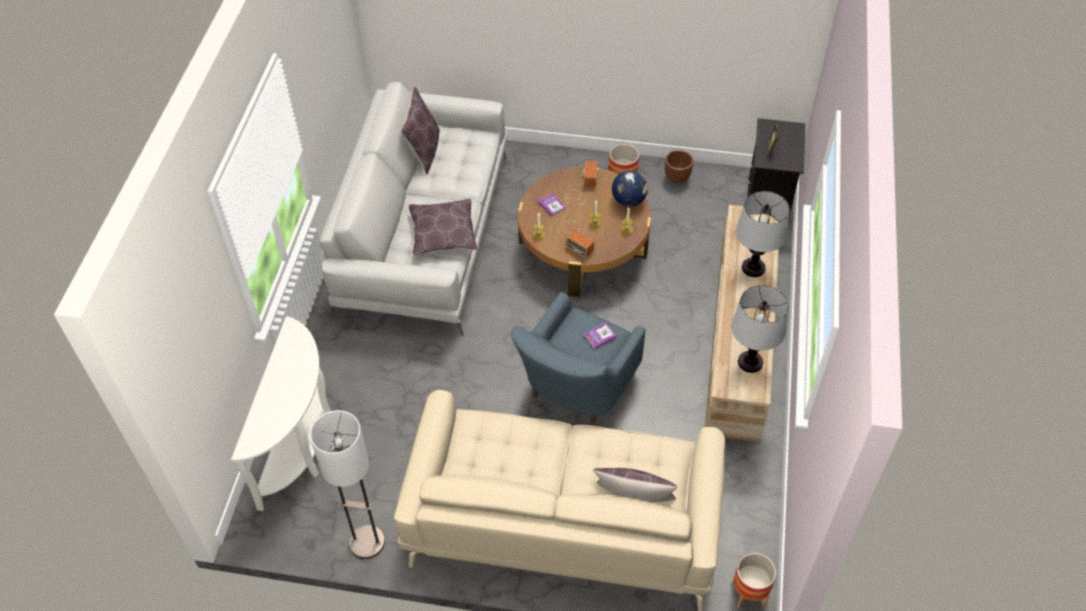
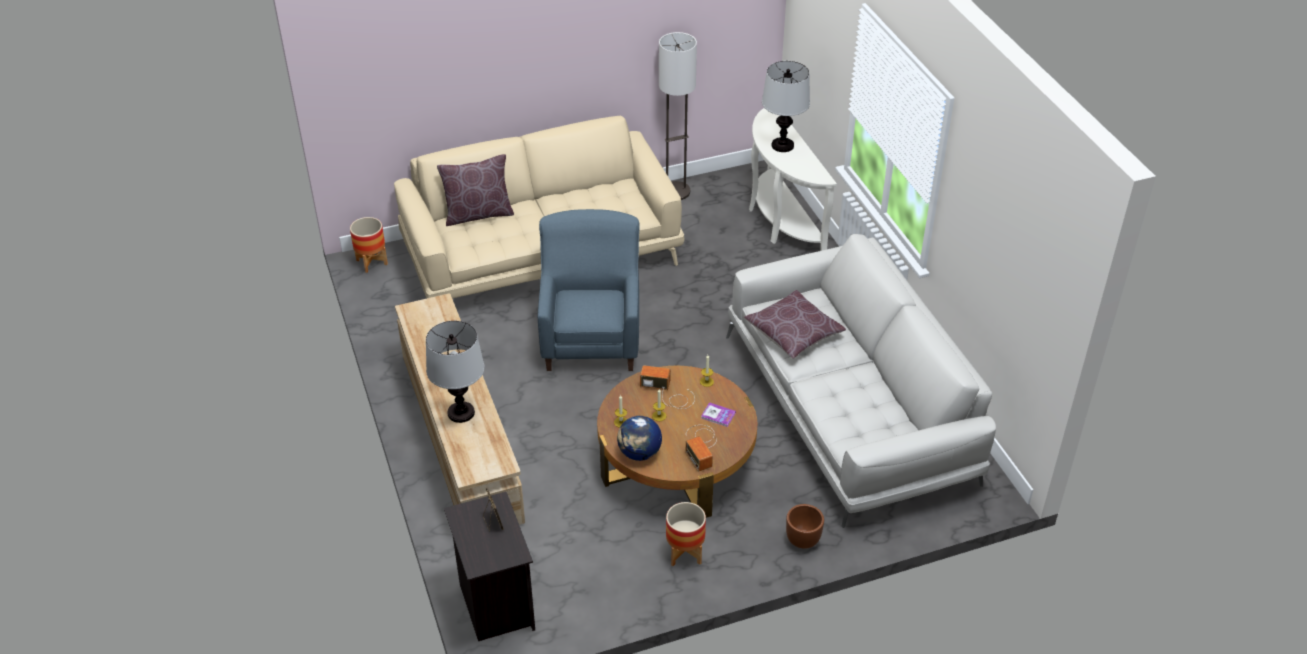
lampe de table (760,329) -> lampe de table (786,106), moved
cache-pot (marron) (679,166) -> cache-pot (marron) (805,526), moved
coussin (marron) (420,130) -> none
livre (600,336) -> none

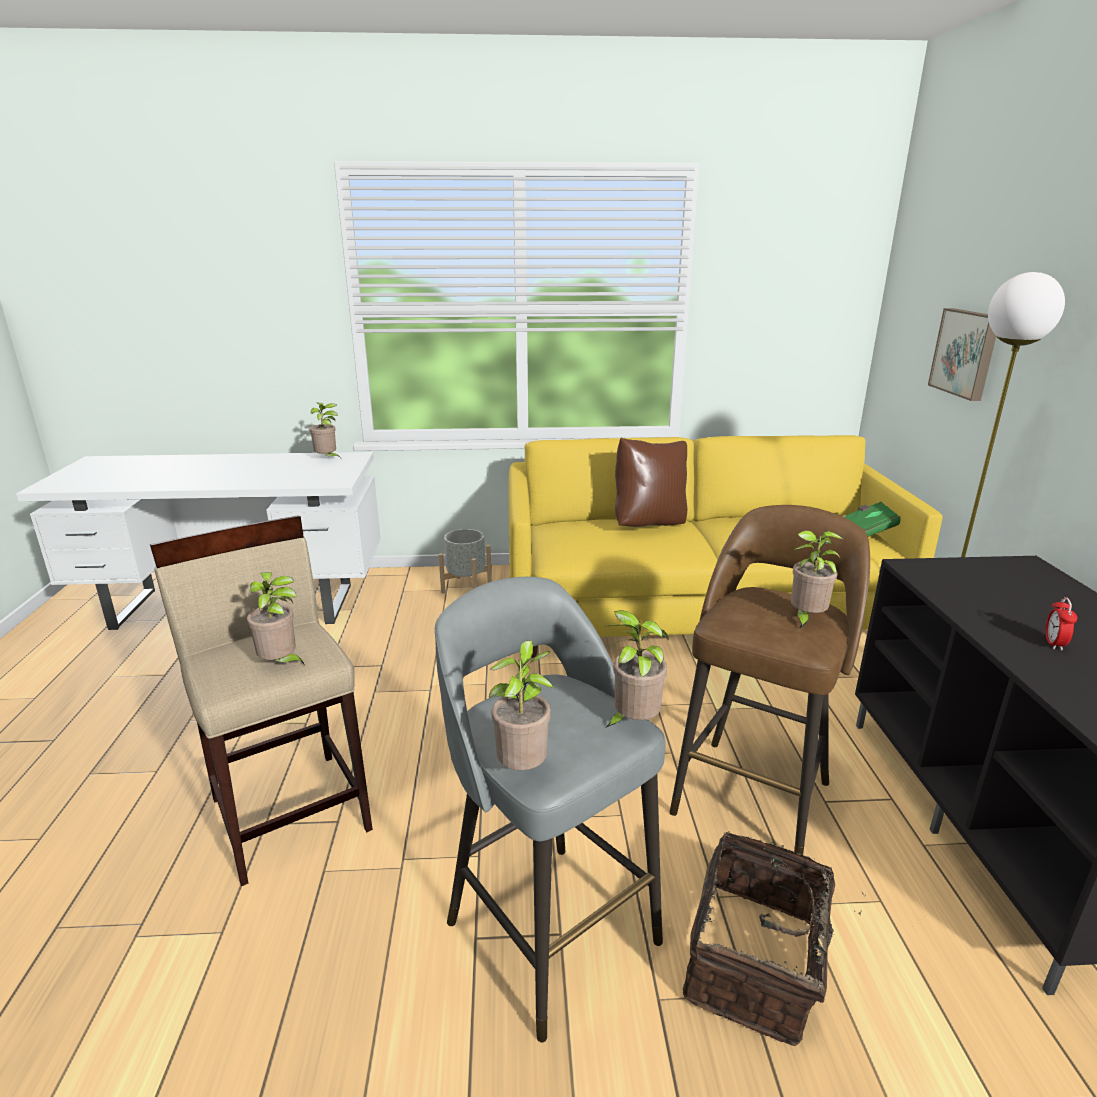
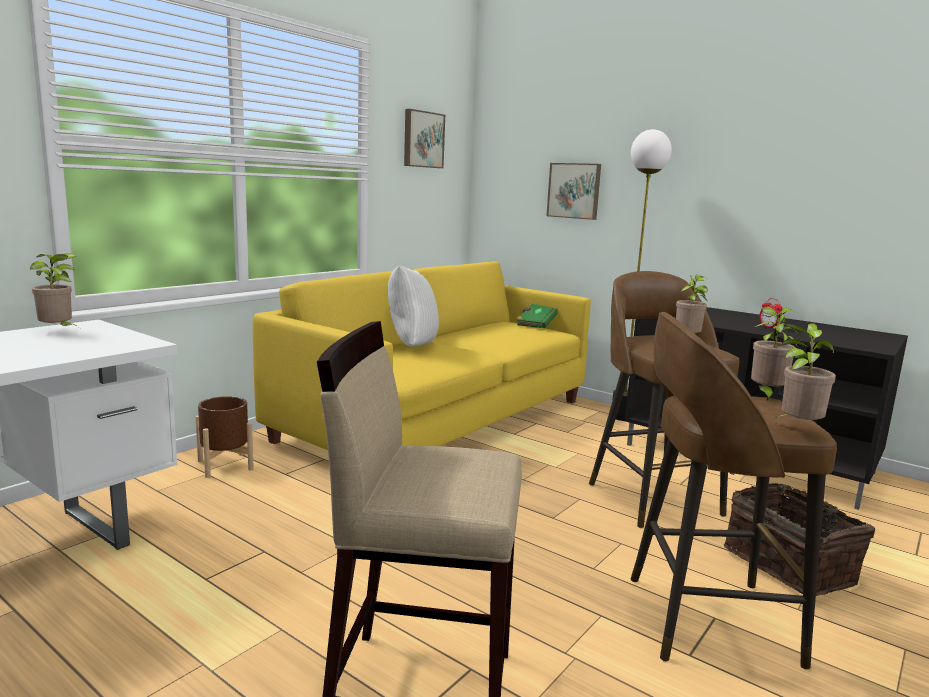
cache-pot (gris) (465,561) -> cache-pot (marron) (224,437)
coussin (marron) (651,482) -> coussin (blanc) (413,306)
none -> tableau (424,138)
tabouret (gris) (550,809) -> tabouret (marron) (734,491)
plante en pot (276,618) -> none

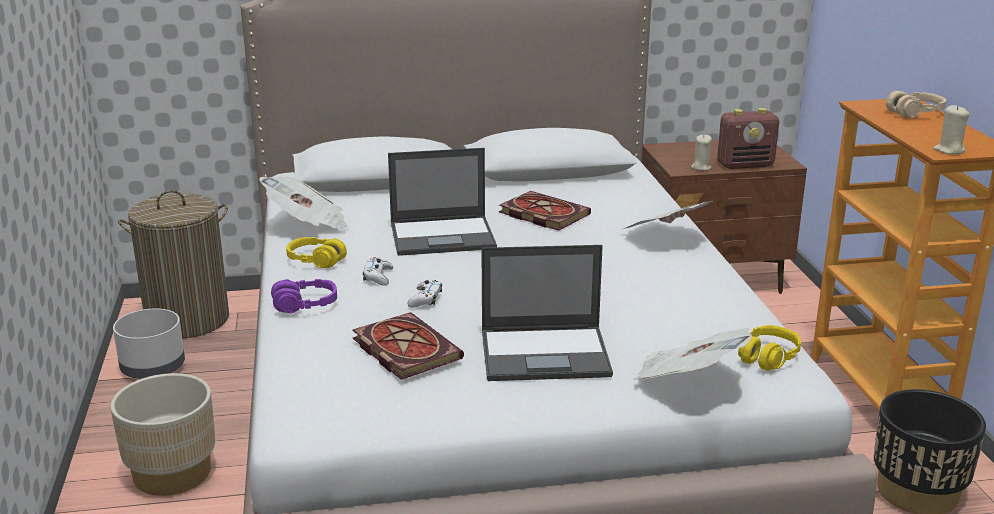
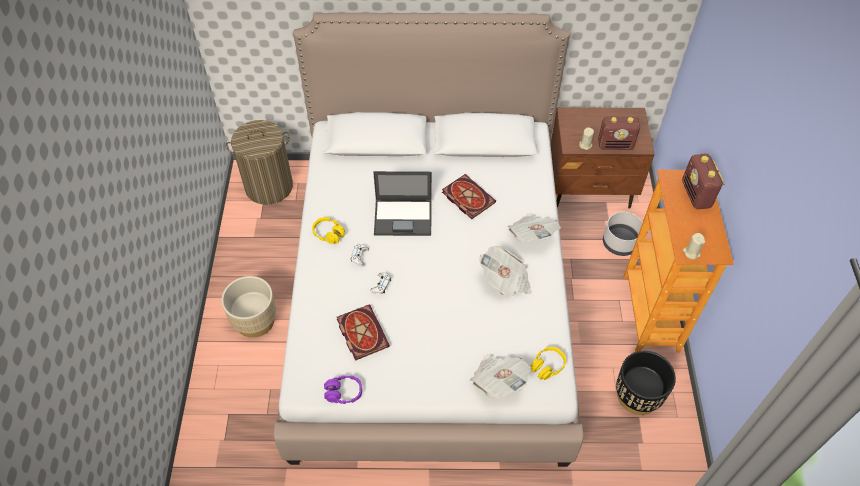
casque audio (violet) (304,296) -> casque audio (violet) (343,389), moved
journal (304,203) -> journal (505,271), moved
cache-pot (gris) (149,343) -> cache-pot (gris) (623,234), moved
casque audio (beige) (916,104) -> radio (703,181)
ordinateur portable (547,313) -> none

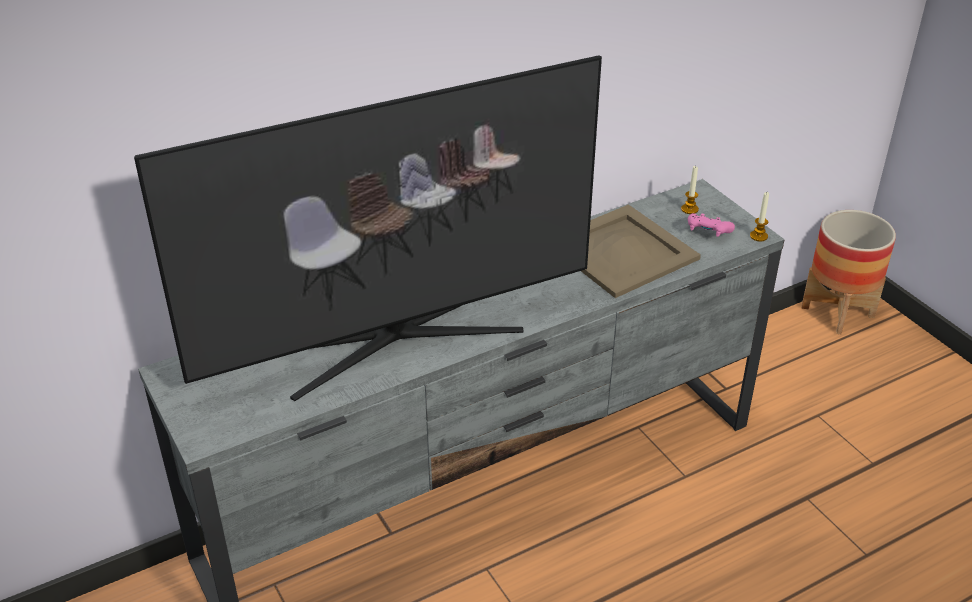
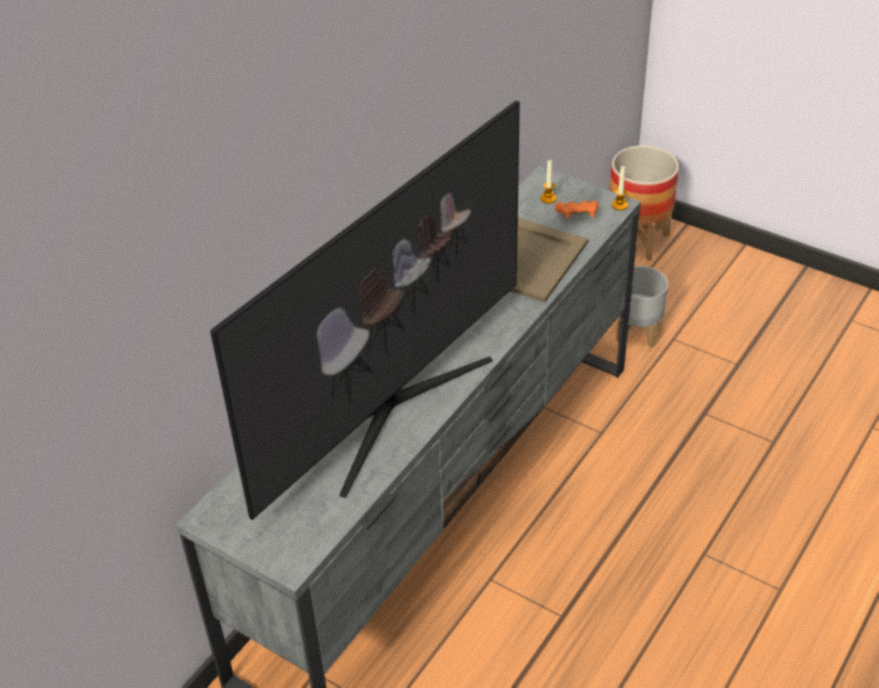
manette (rose) (711,225) -> manette (orange) (577,209)
none -> cache-pot (gris) (642,306)

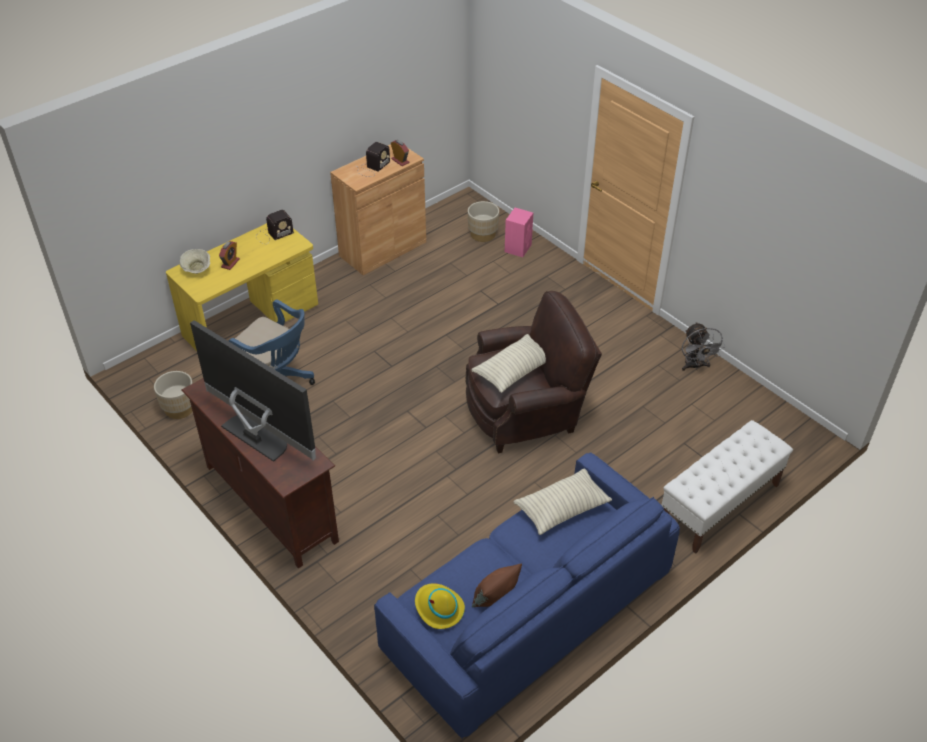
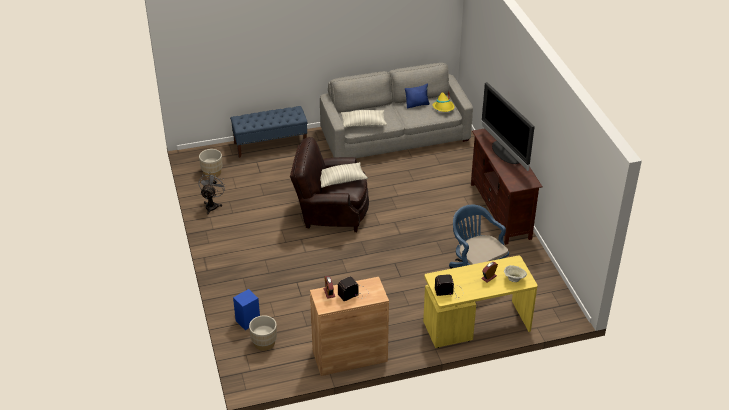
cache-pot (beige) (173,395) -> cache-pot (beige) (211,163), moved
banc (blanc) (727,487) -> banc (bleu) (269,132)
enceinte (rose) (519,232) -> enceinte (bleu) (246,309)
canapé (bleu) (527,596) -> canapé (gris) (396,110)
coussin (marron) (497,585) -> coussin (bleu) (417,96)

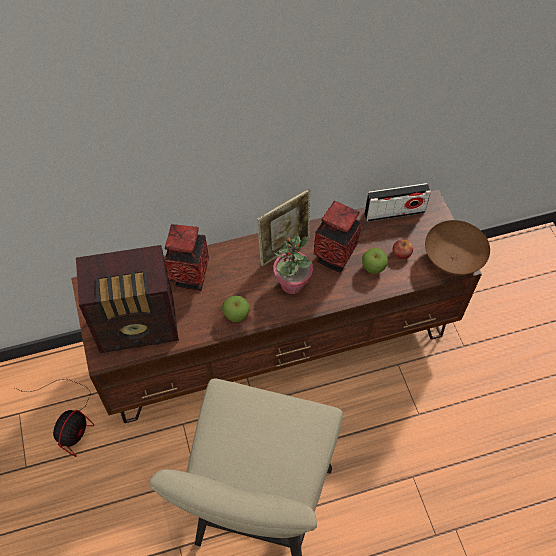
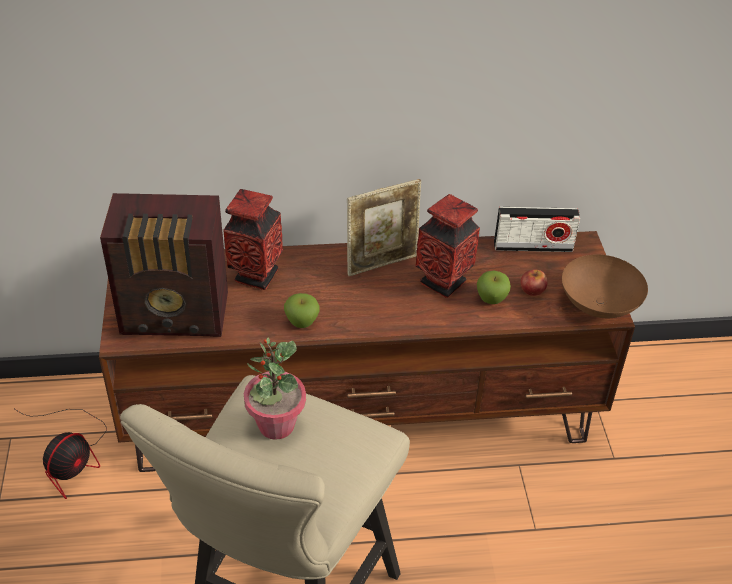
plante en pot (293,265) -> plante en pot (275,389), moved

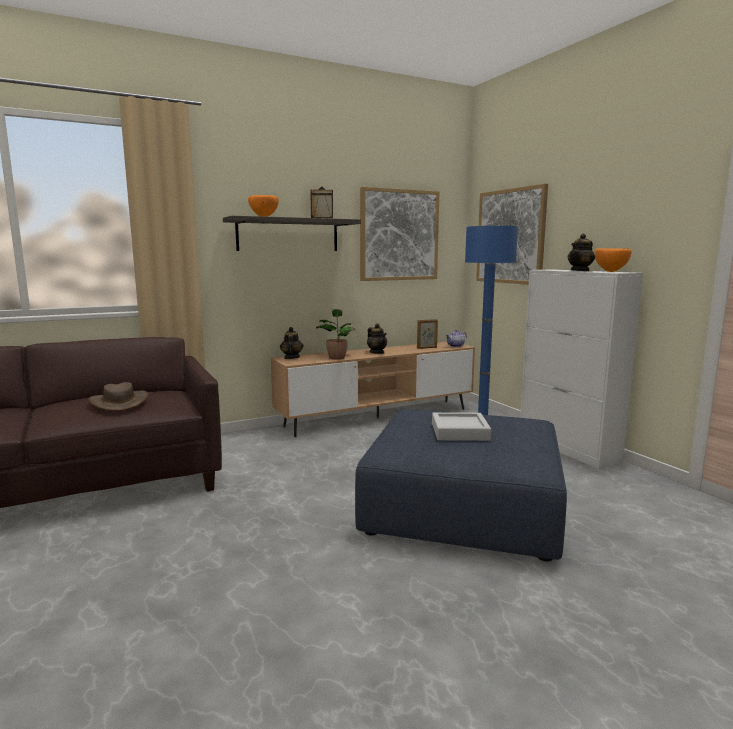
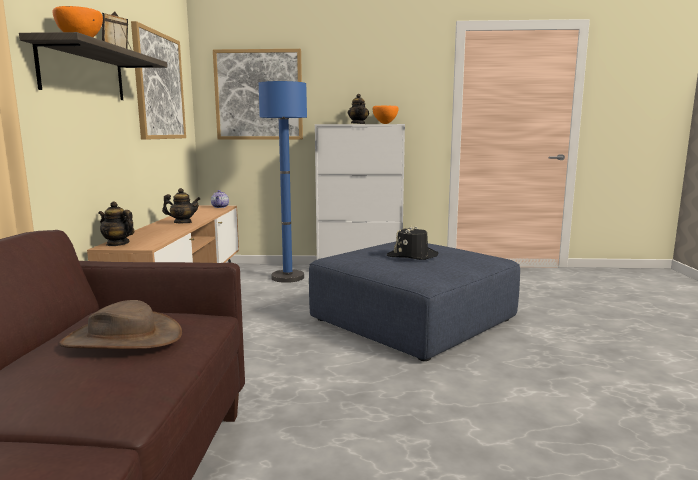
plateau (gris) (461,426) -> chapeau (noir) (413,243)
plante en pot (336,334) -> none
cadre photo (427,334) -> none

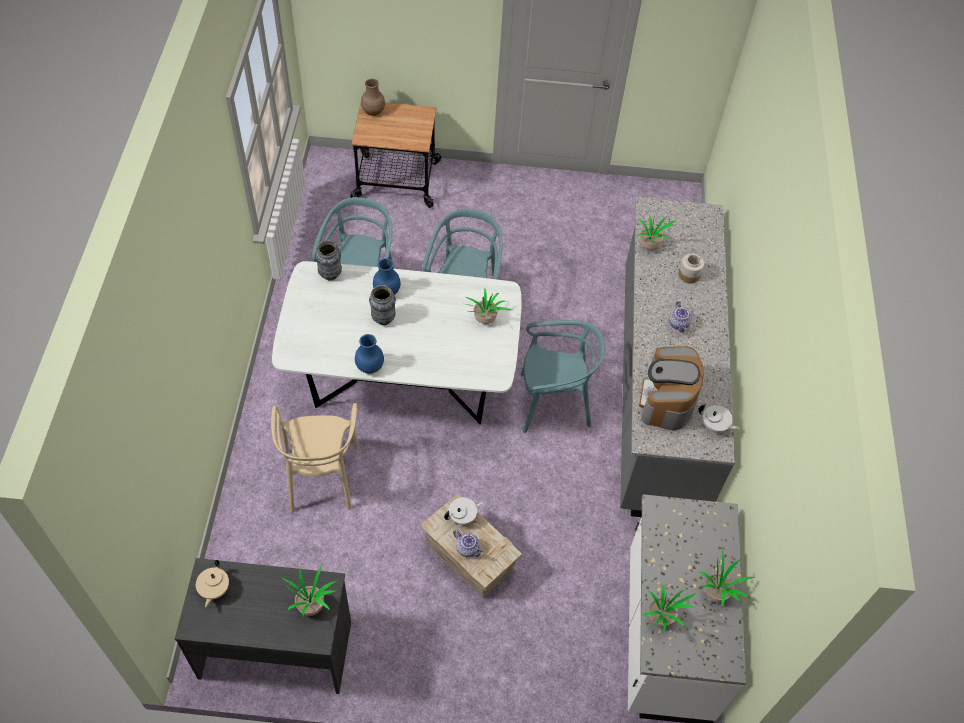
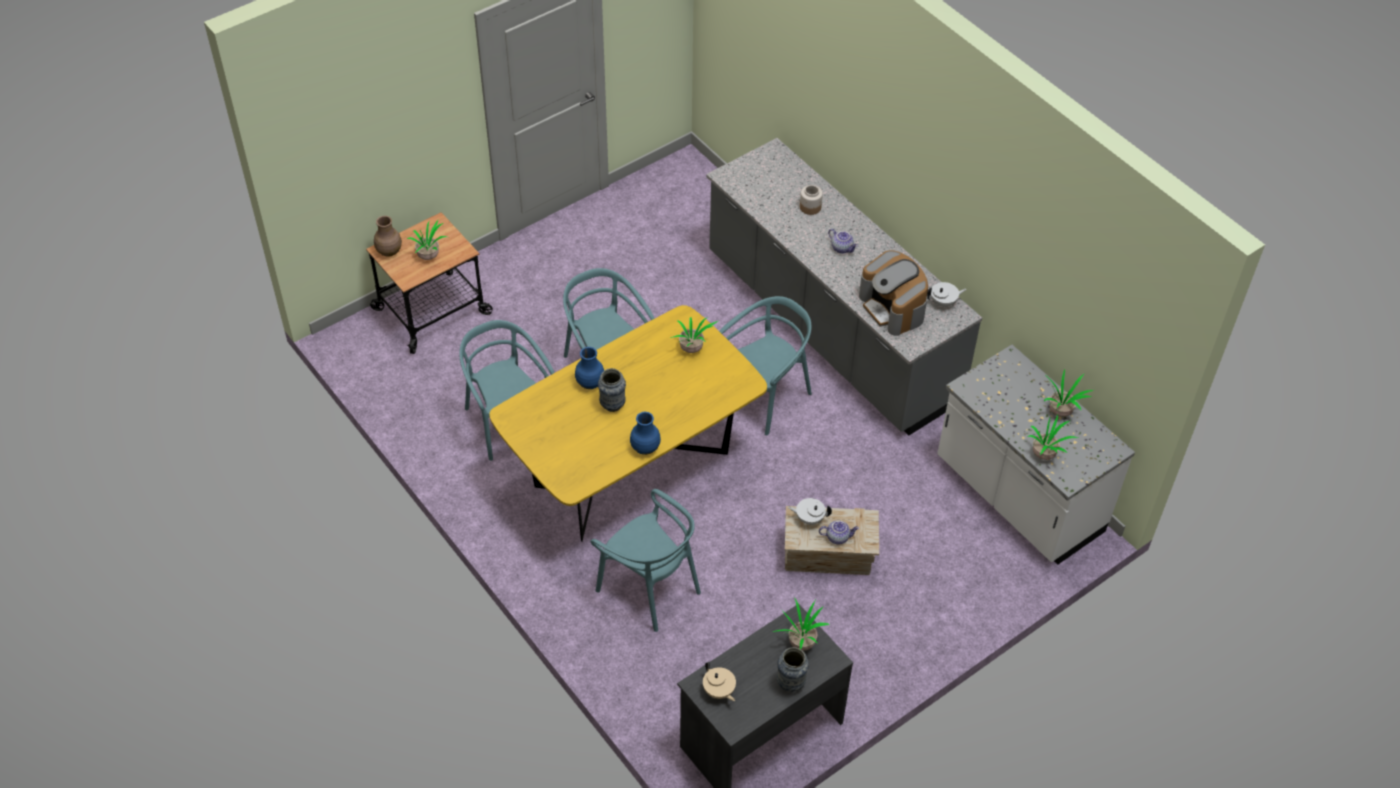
plante en pot (655,233) -> plante en pot (427,240), moved
table à manger (blanc) (397,342) -> table à manger (jaune) (628,423)
chaise (beige) (315,457) -> chaise (turquoise) (645,560)
vase (328,260) -> vase (793,669), moved
théière (blanc) (464,511) -> théière (blanc) (810,511), 105 degrees counterclockwise

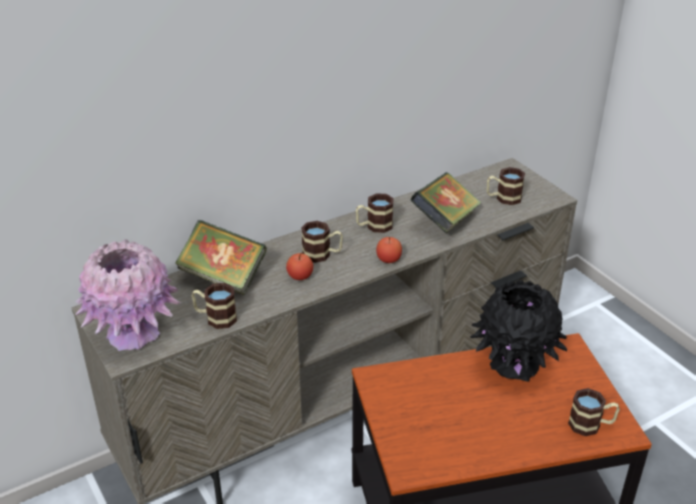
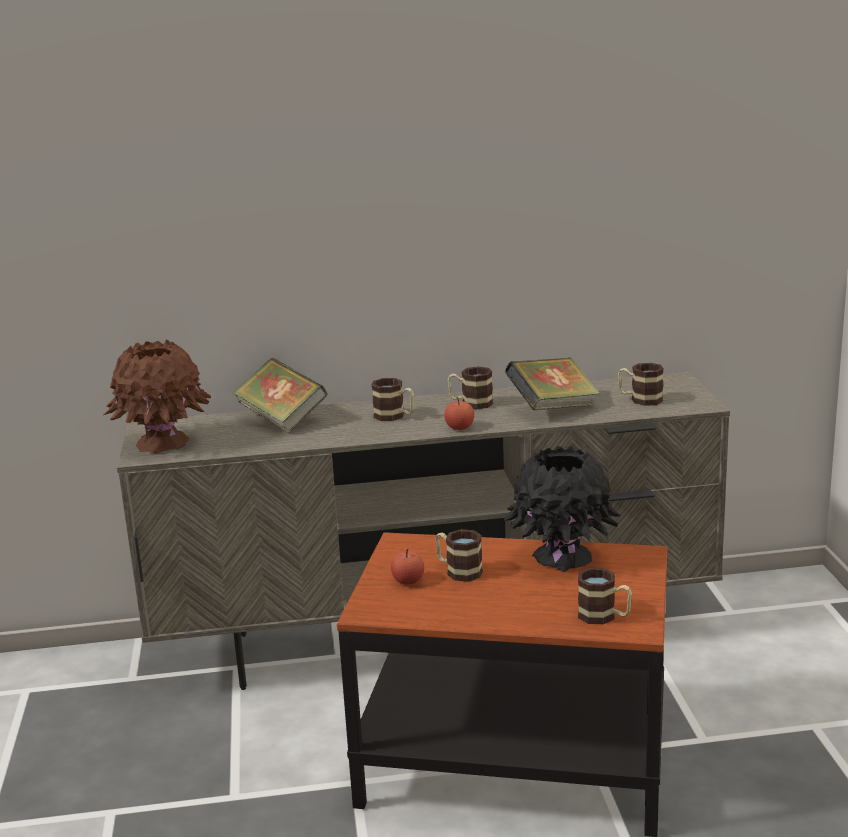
vase (rose) (128,295) -> vase (marron) (157,396)
pomme (299,266) -> pomme (407,567), moved
mug (214,306) -> mug (459,555), moved

